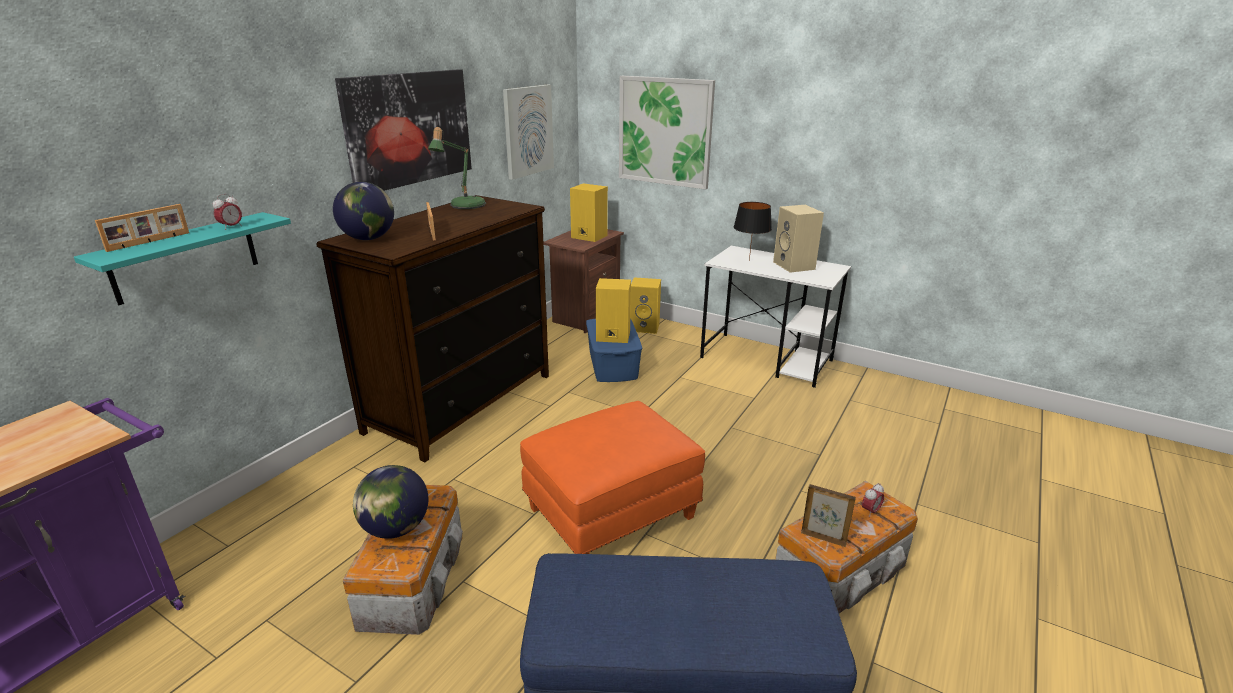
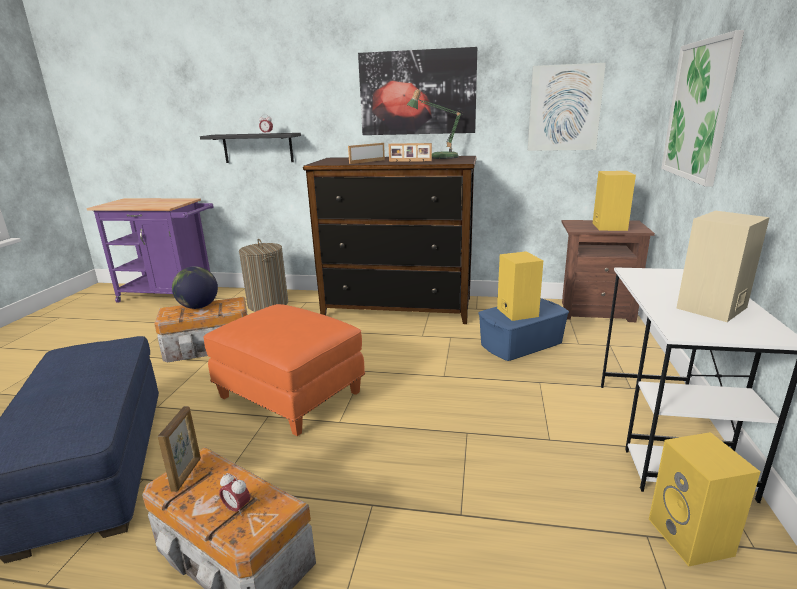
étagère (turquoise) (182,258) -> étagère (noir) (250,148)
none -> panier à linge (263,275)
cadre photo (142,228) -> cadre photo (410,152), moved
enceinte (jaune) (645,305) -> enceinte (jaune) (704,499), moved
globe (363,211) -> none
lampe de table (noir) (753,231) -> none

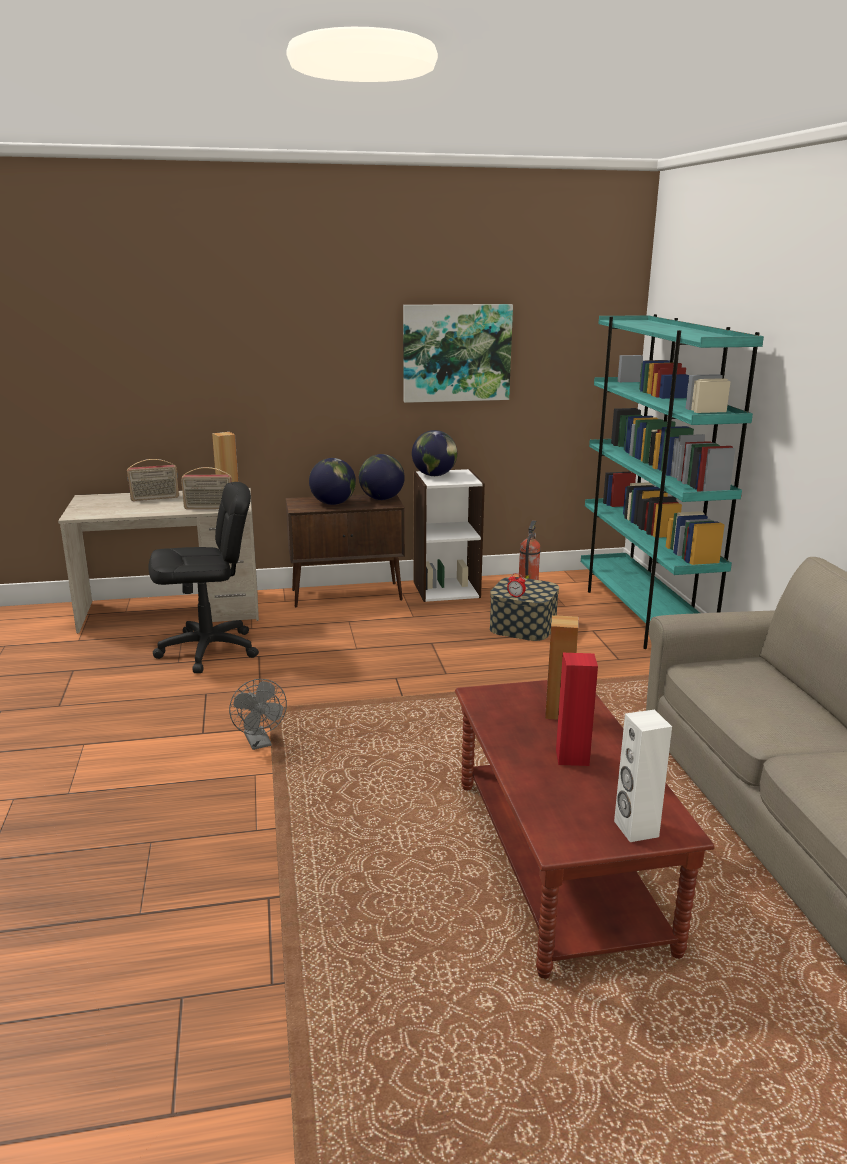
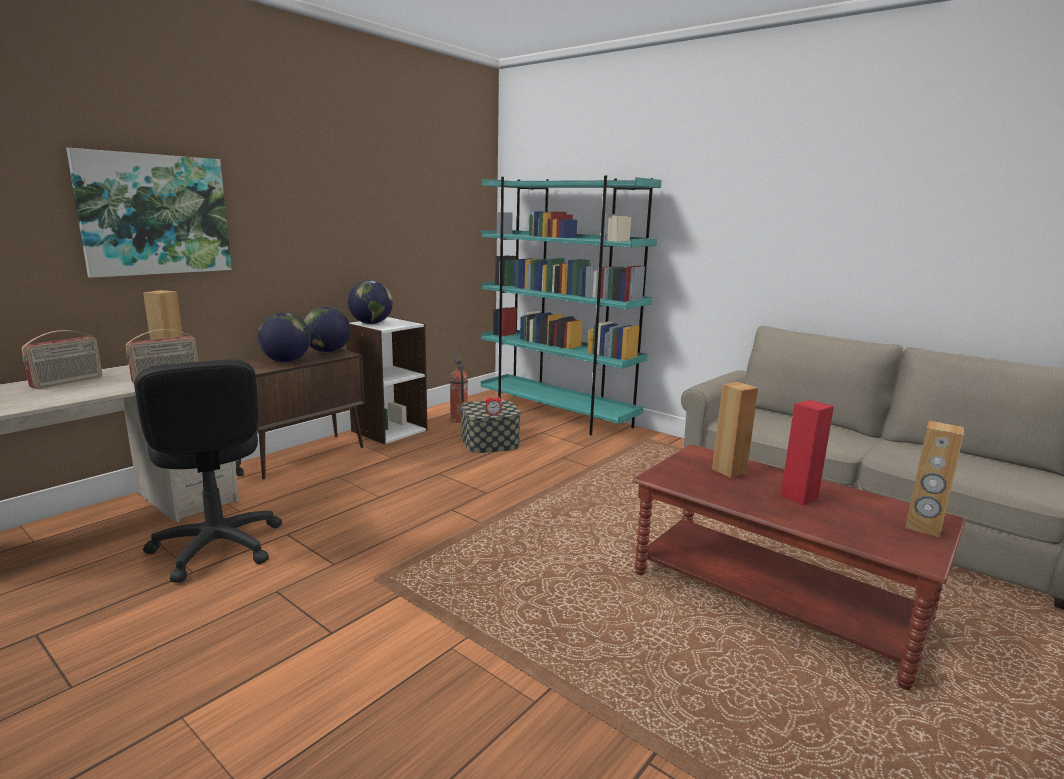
tableau (458,353) -> tableau (149,213), moved
chaise de bureau (noir) (204,577) -> chaise de bureau (noir) (208,471), 120 degrees clockwise
enceinte (blanc) (643,775) -> enceinte (marron) (934,479)
ventilateur (gris) (258,714) -> none

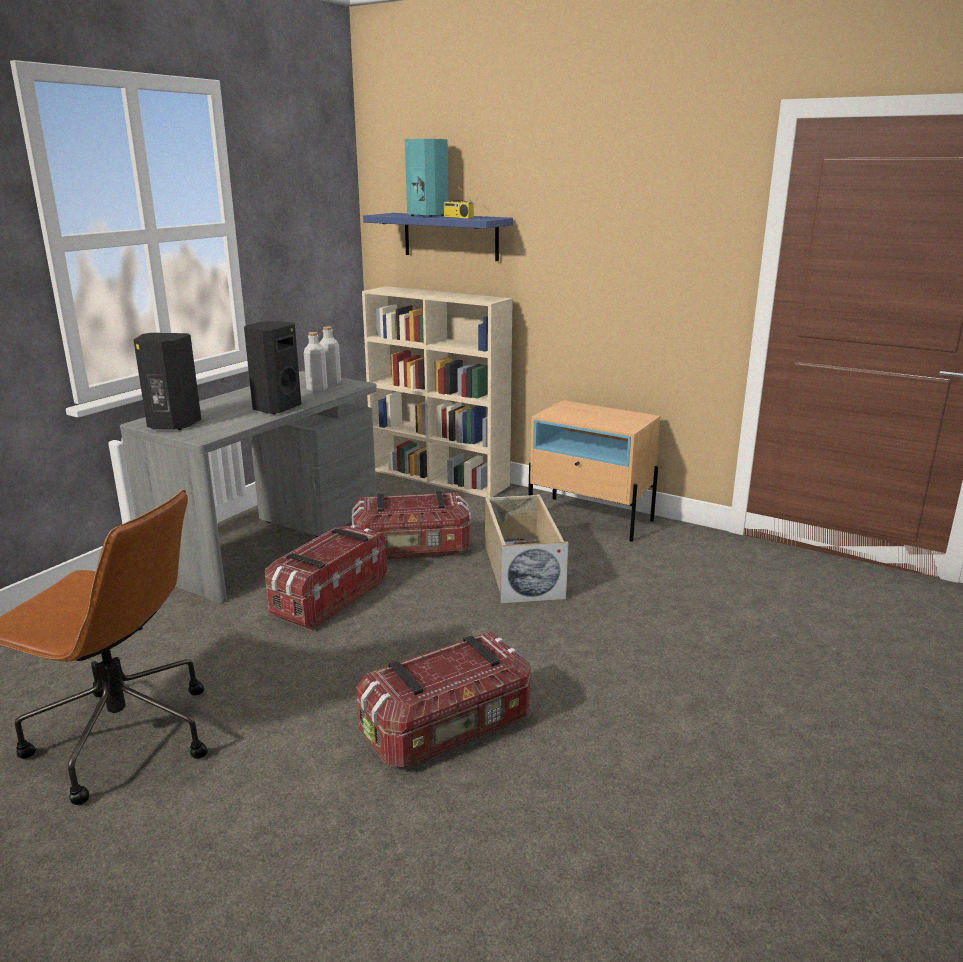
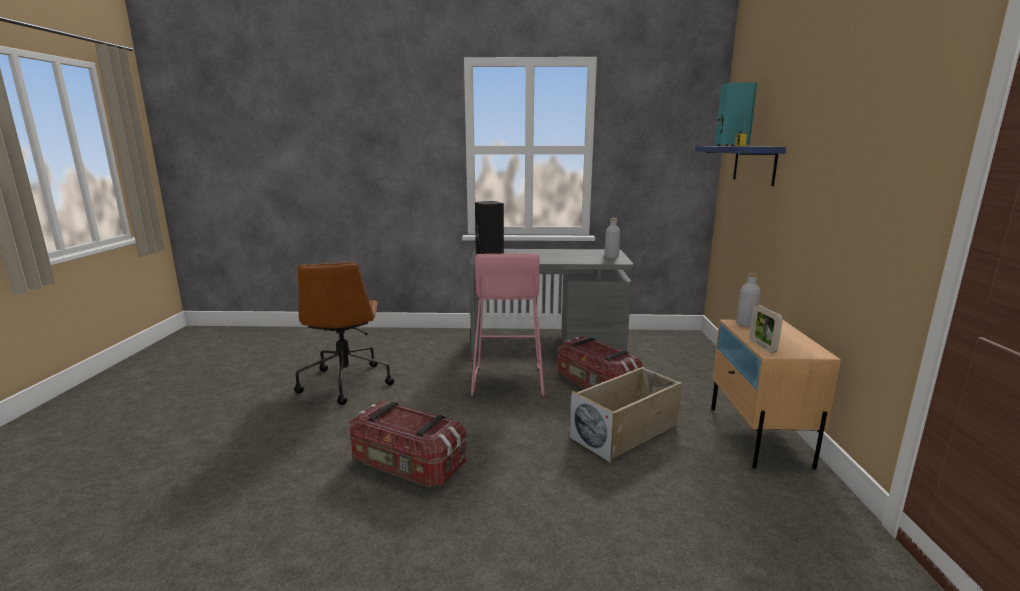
boîte de rangement (326,578) -> tabouret (rose) (507,325)
bouteille (gris) (316,362) -> bouteille (gris) (748,300), moved
none -> cadre photo (766,329)
enceinte (noir) (272,367) -> none
bibliothèque (beige) (437,392) -> none

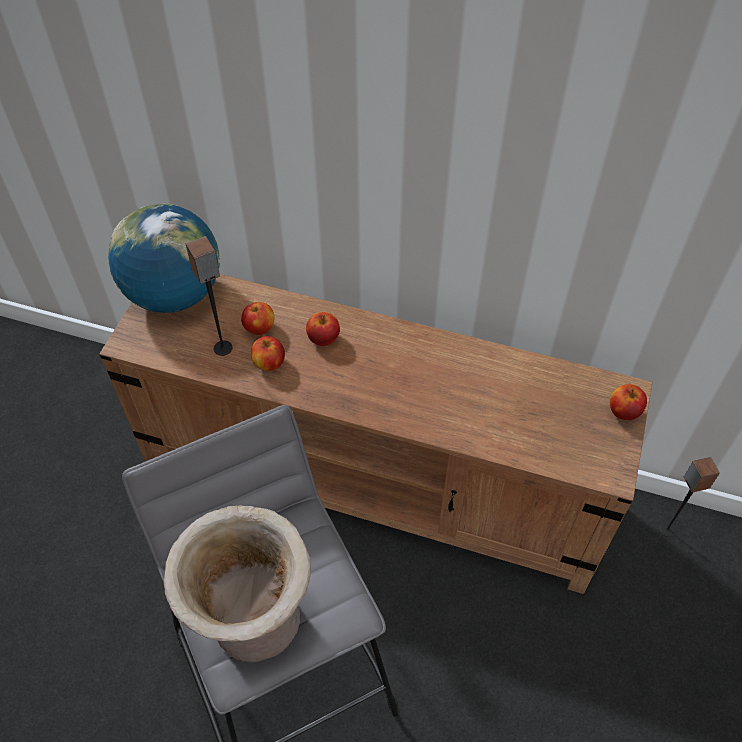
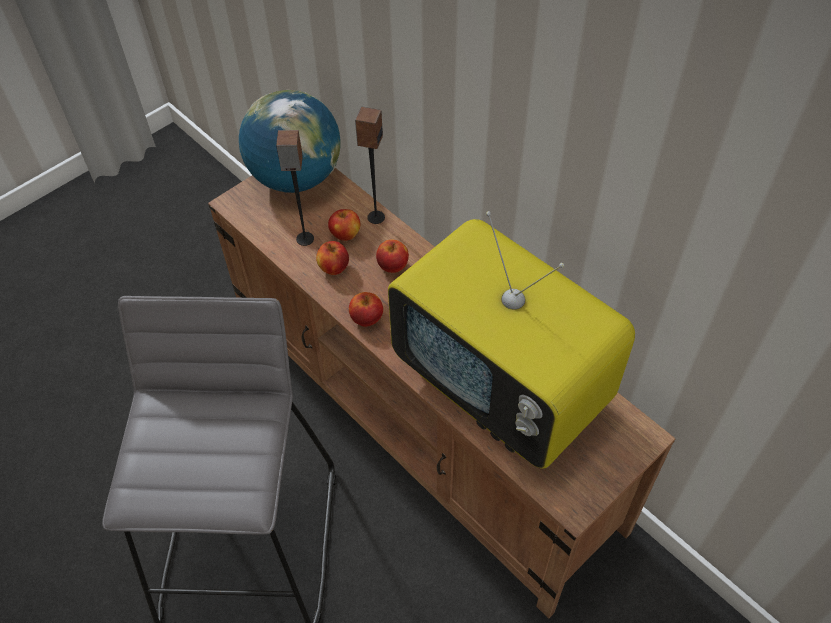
pomme (628,402) -> pomme (366,309), moved
enceinte (689,497) -> enceinte (370,165), moved
none -> téléviseur (511,340)
vase (beige) (237,584) -> none

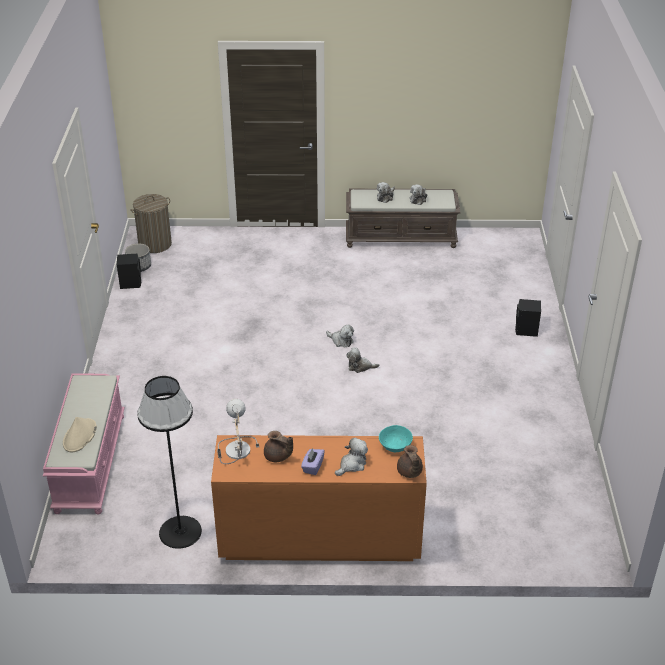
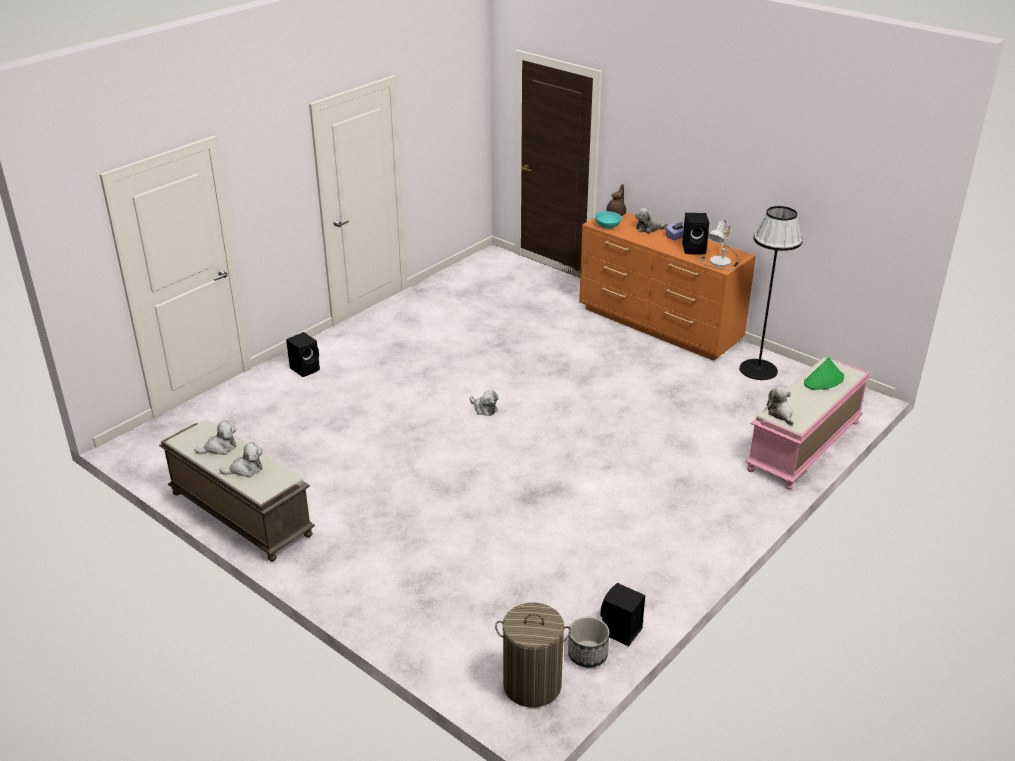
théière (marron) (278,446) -> enceinte (noir) (695,234)
peluche (340,336) -> peluche (780,406), moved
chapeau (beige) (80,434) -> chapeau (vert) (824,373)

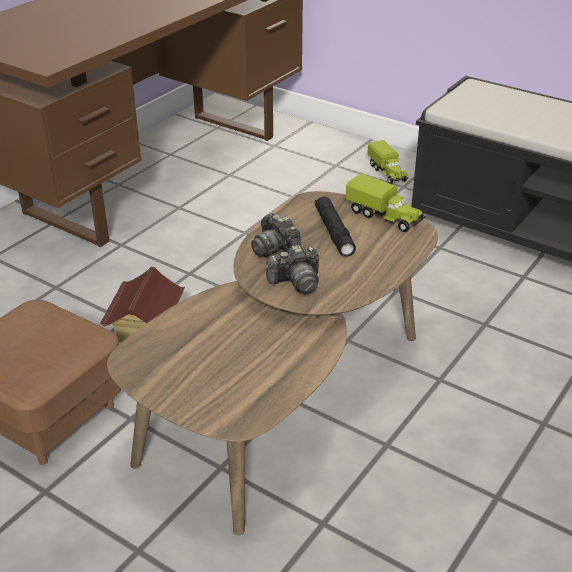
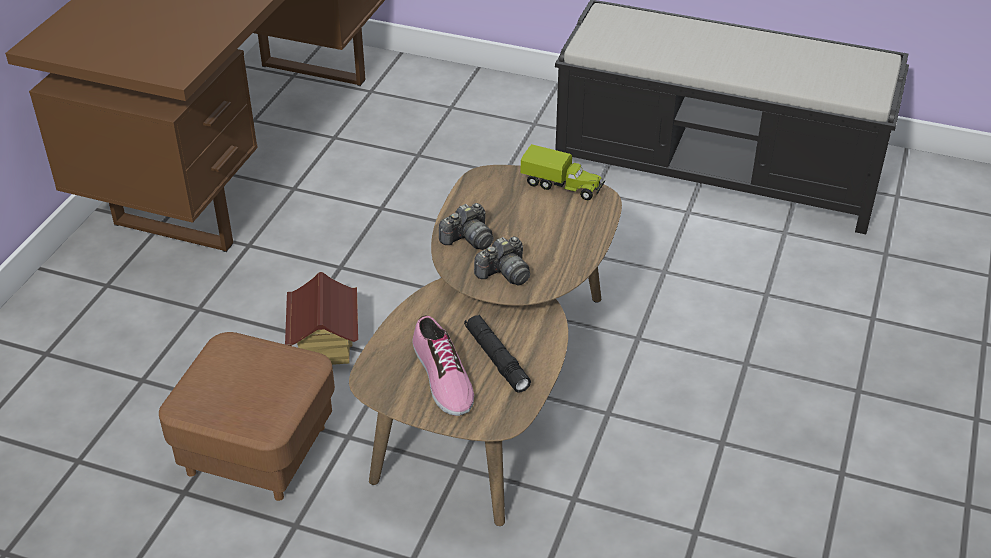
none -> chaussure (443,365)
appareil photo (276,235) -> appareil photo (466,226), 75 degrees counterclockwise
lampe de poche (noir) (335,226) -> lampe de poche (noir) (497,353), moved
camion jouet (387,162) -> none

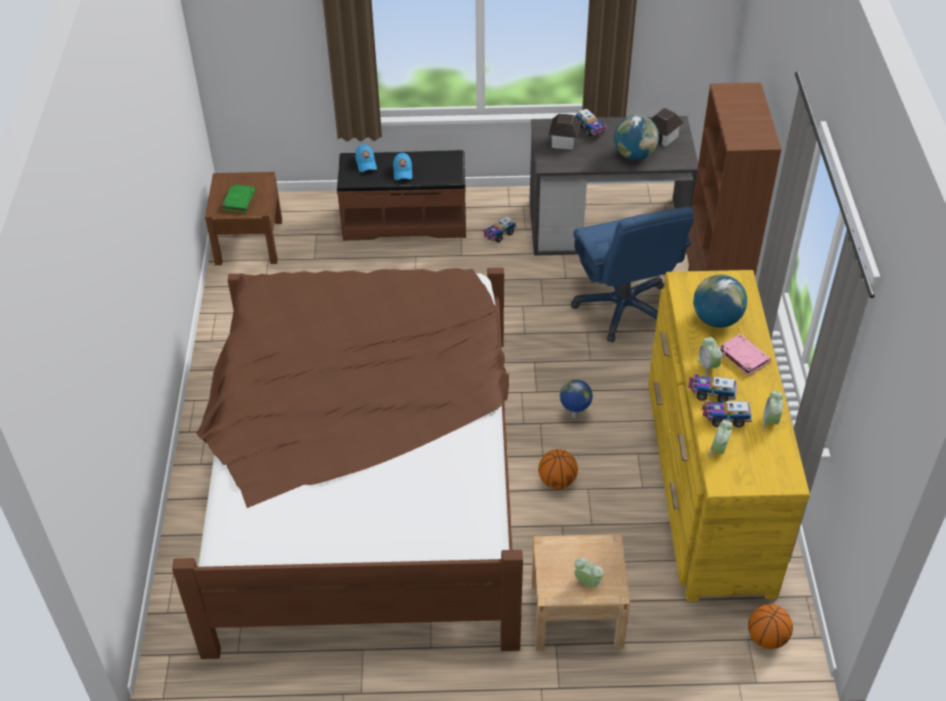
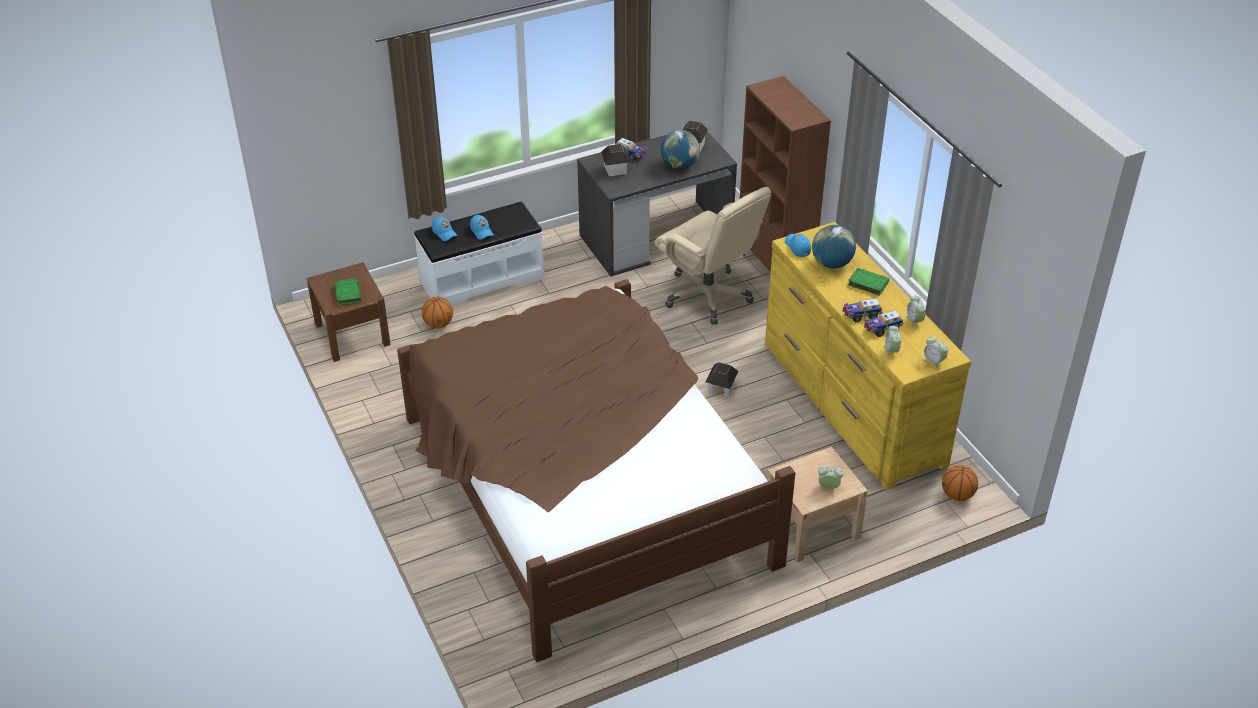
banc (marron) (401,195) -> banc (blanc) (479,253)
ballon de basket (558,469) -> ballon de basket (437,312), moved
chaise de bureau (bleu) (632,274) -> chaise de bureau (beige) (713,256)
globe (576,398) -> maison miniature (721,379)
none -> casquette (bleu) (798,245)
livre (rose) (745,355) -> livre (vert) (868,282)
réveil (709,357) -> réveil (935,353), moved
camion jouet (499,229) -> none

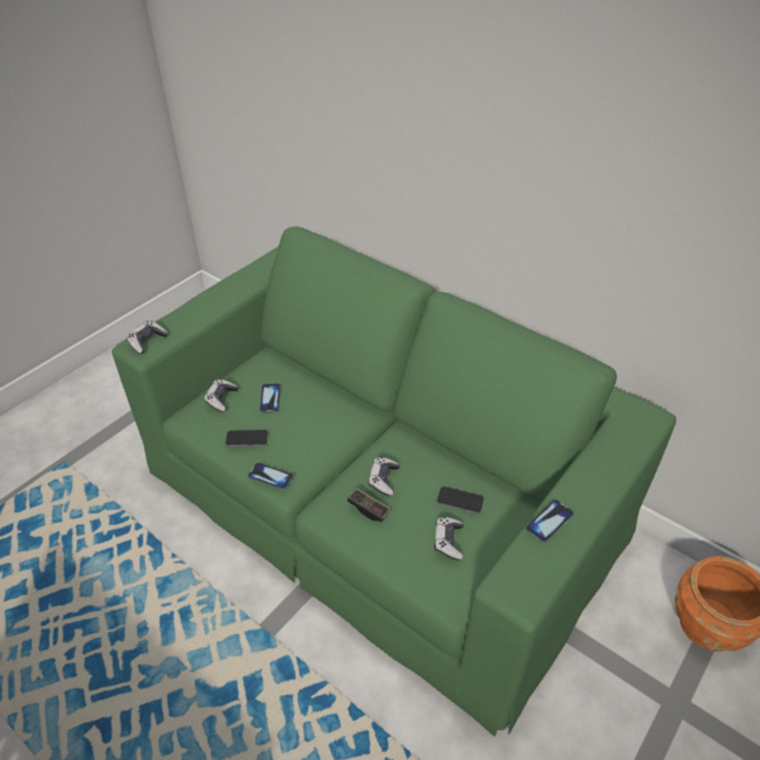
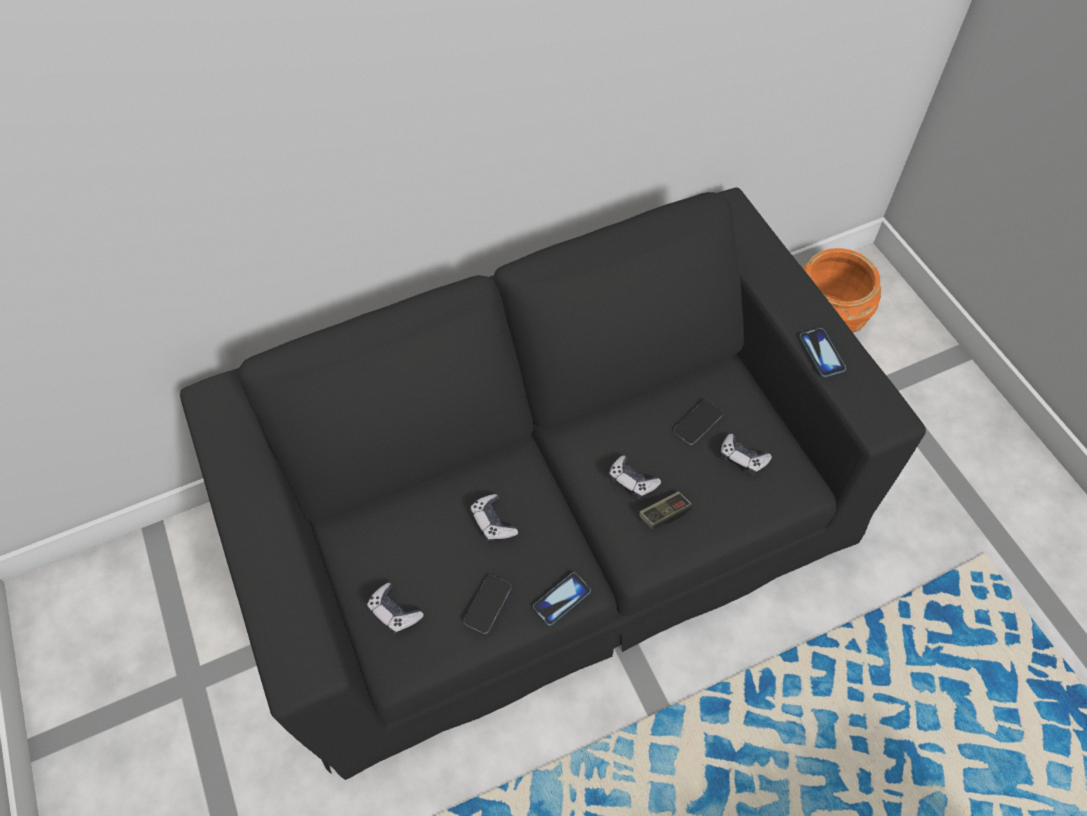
canapé (vert) (394,481) -> canapé (noir) (553,484)
manette (147,337) -> manette (494,517), moved
téléphone (270,398) -> none

